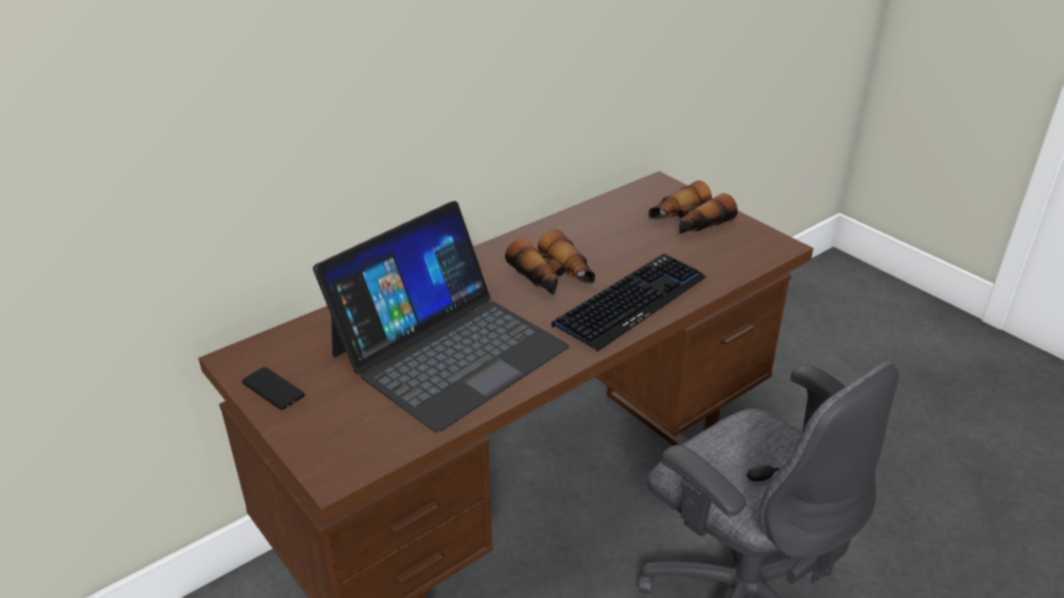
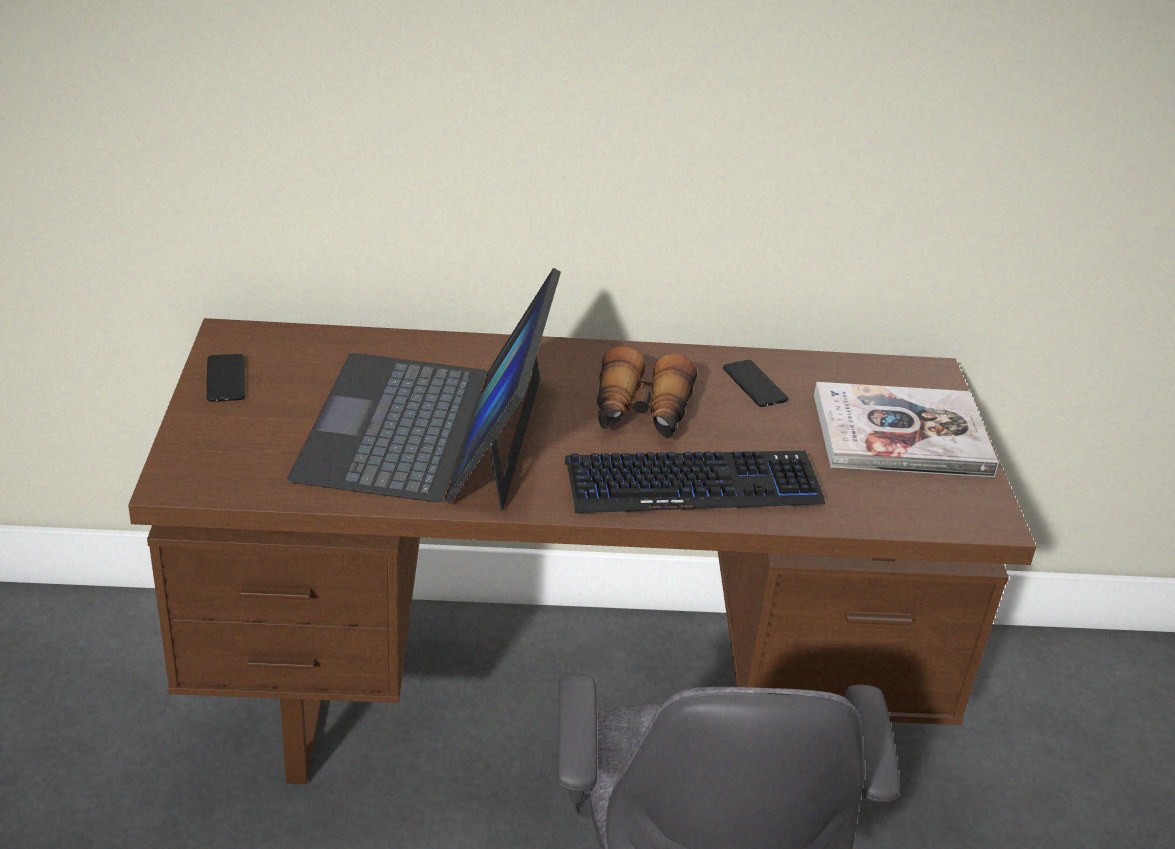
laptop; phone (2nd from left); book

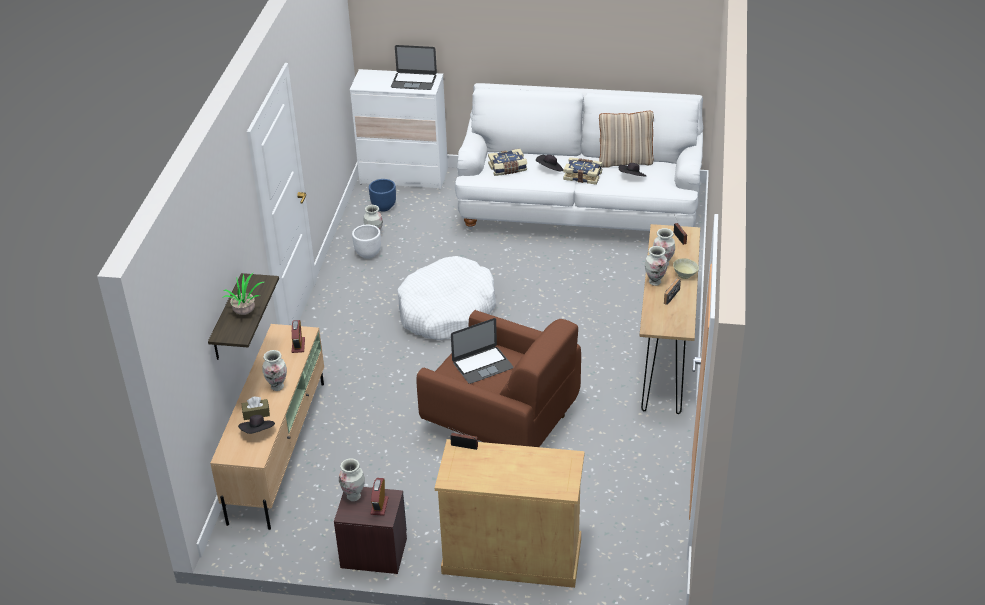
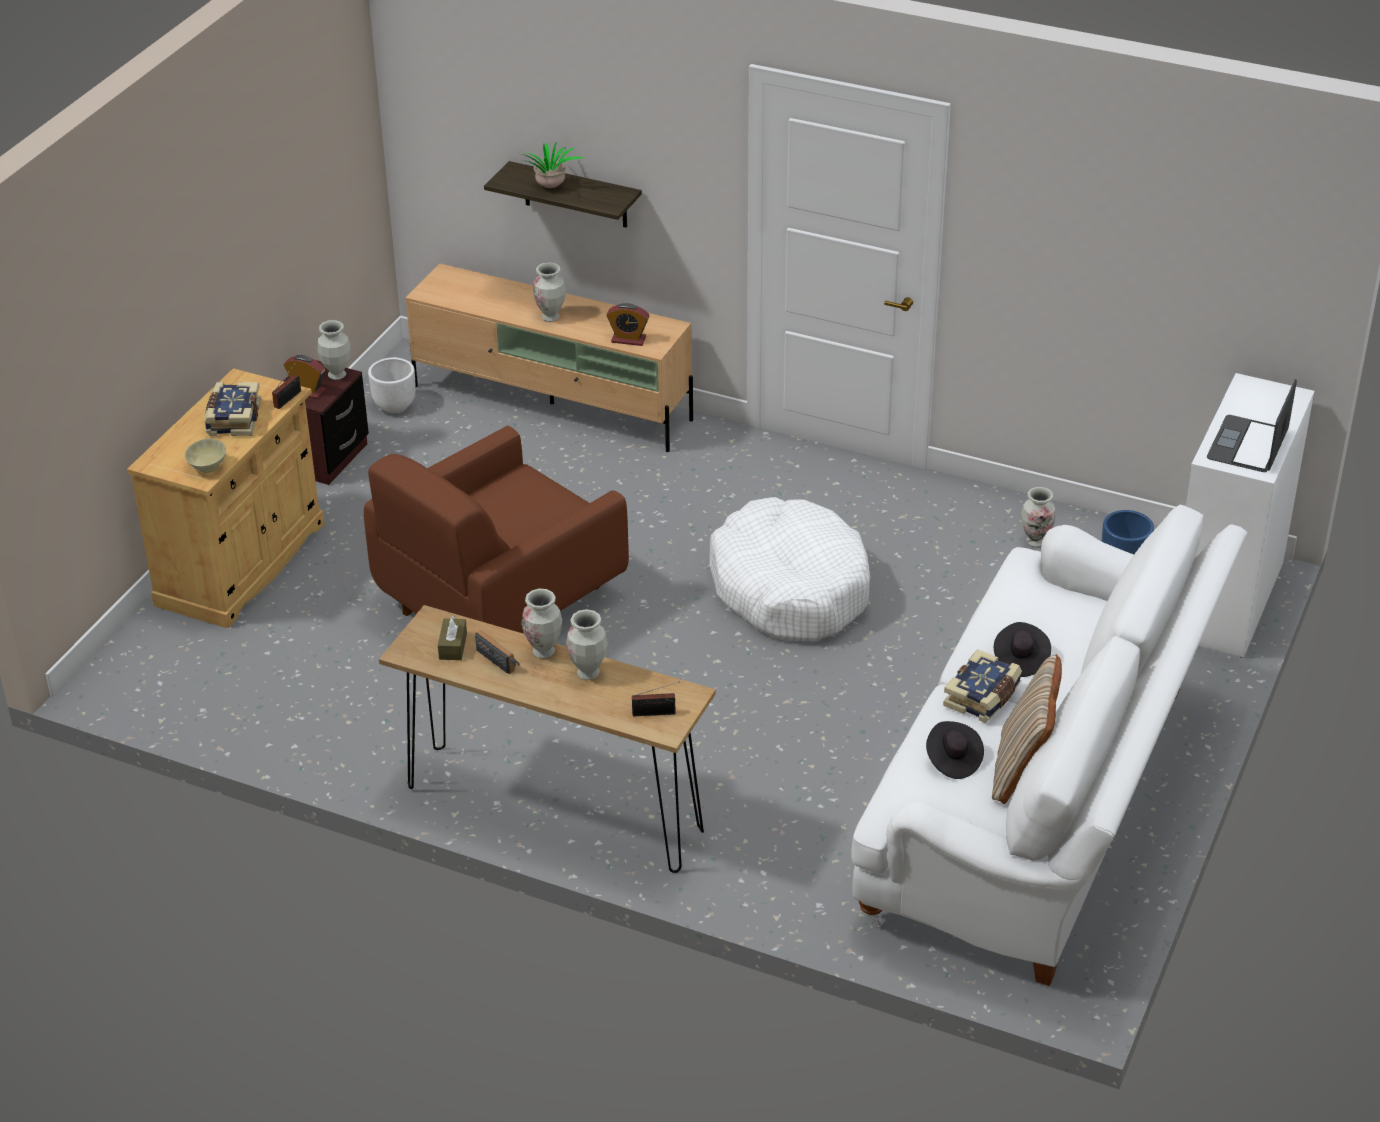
beige bowl; book (1st from left); white planter; brown tissue box; black hat (1st from left in the first image); laptop (2nd from left in the first image)

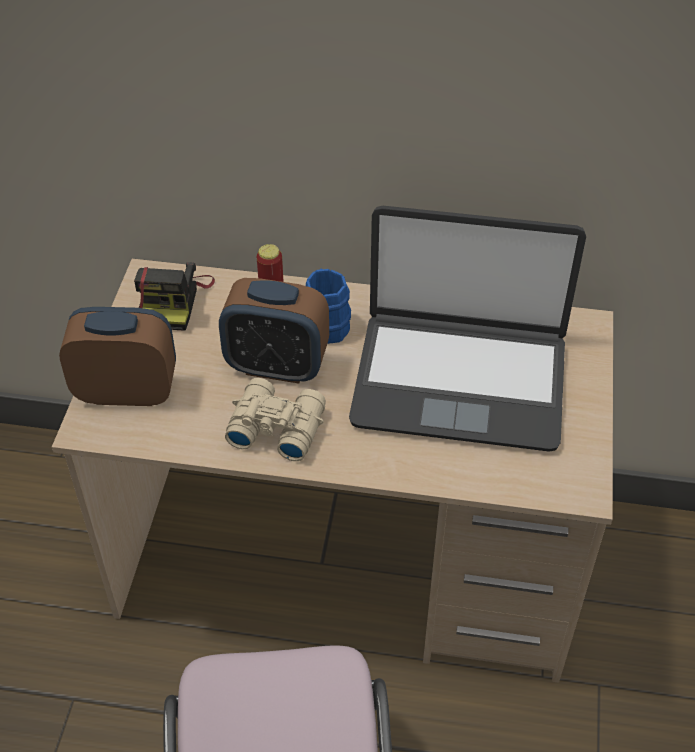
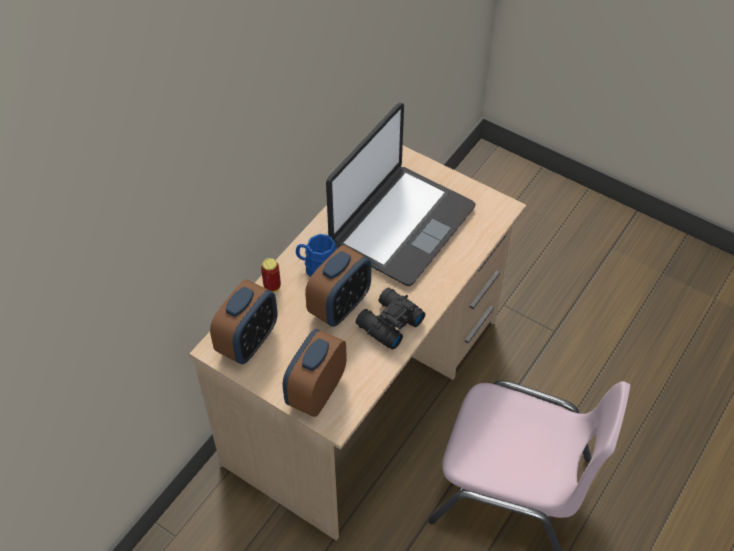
alarm clock (1st from left); black binoculars

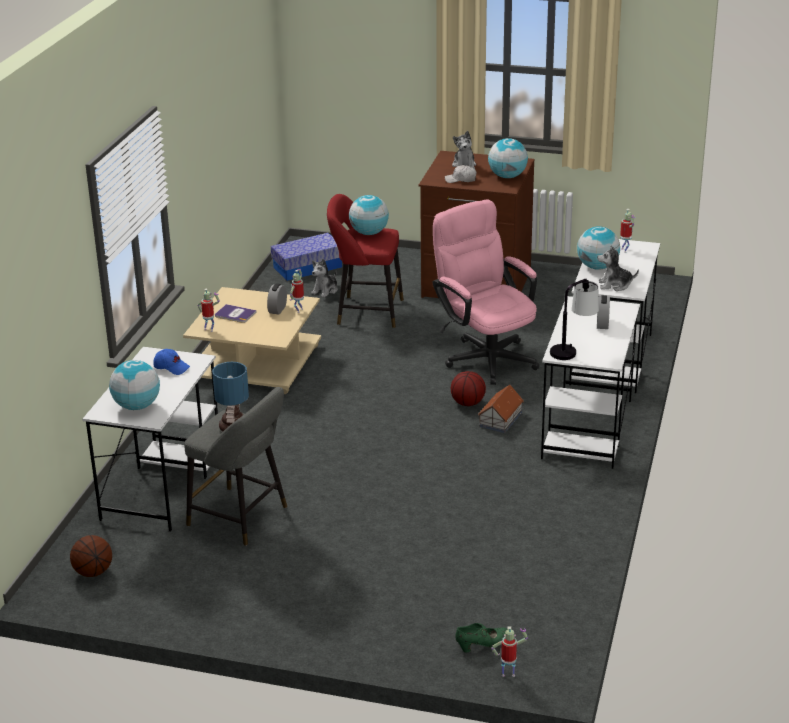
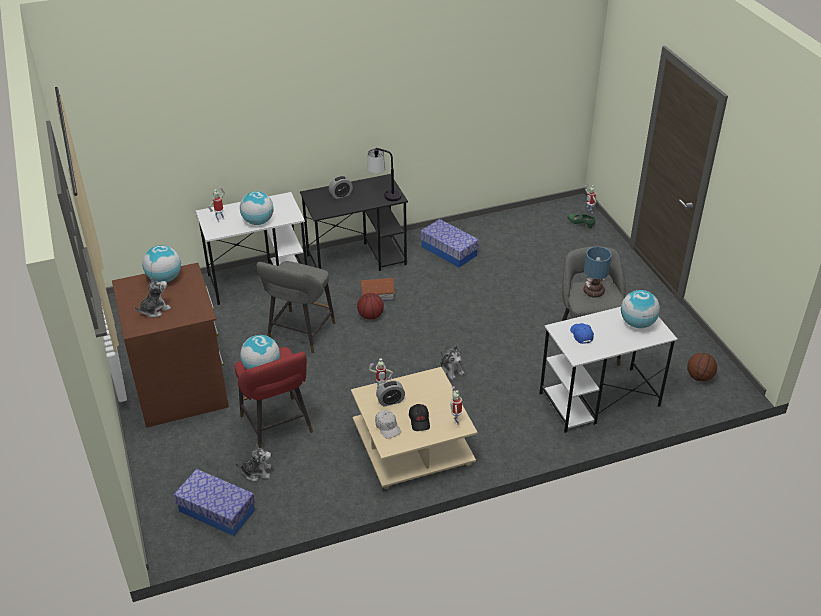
grey stool (1st from left); black desk; white cap; black cap; storage box (2nd from left); plush toy (3rd from left)

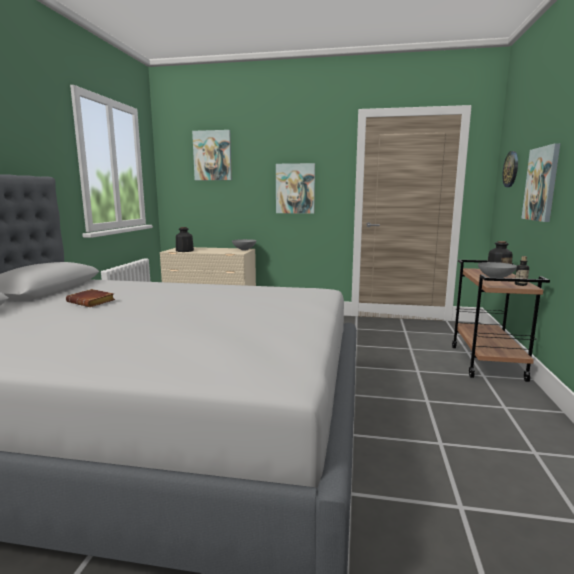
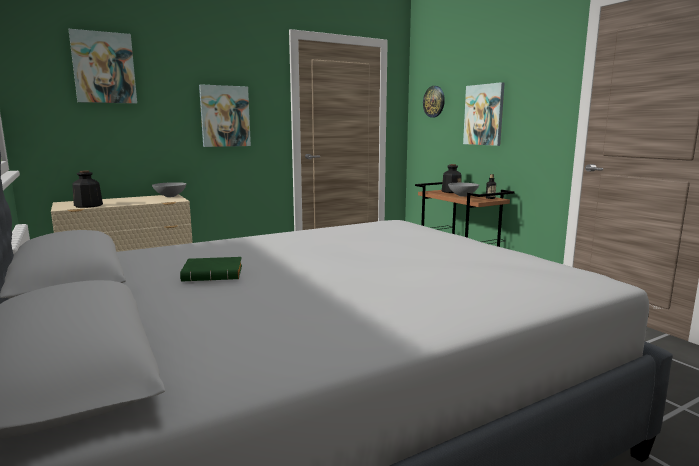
green book

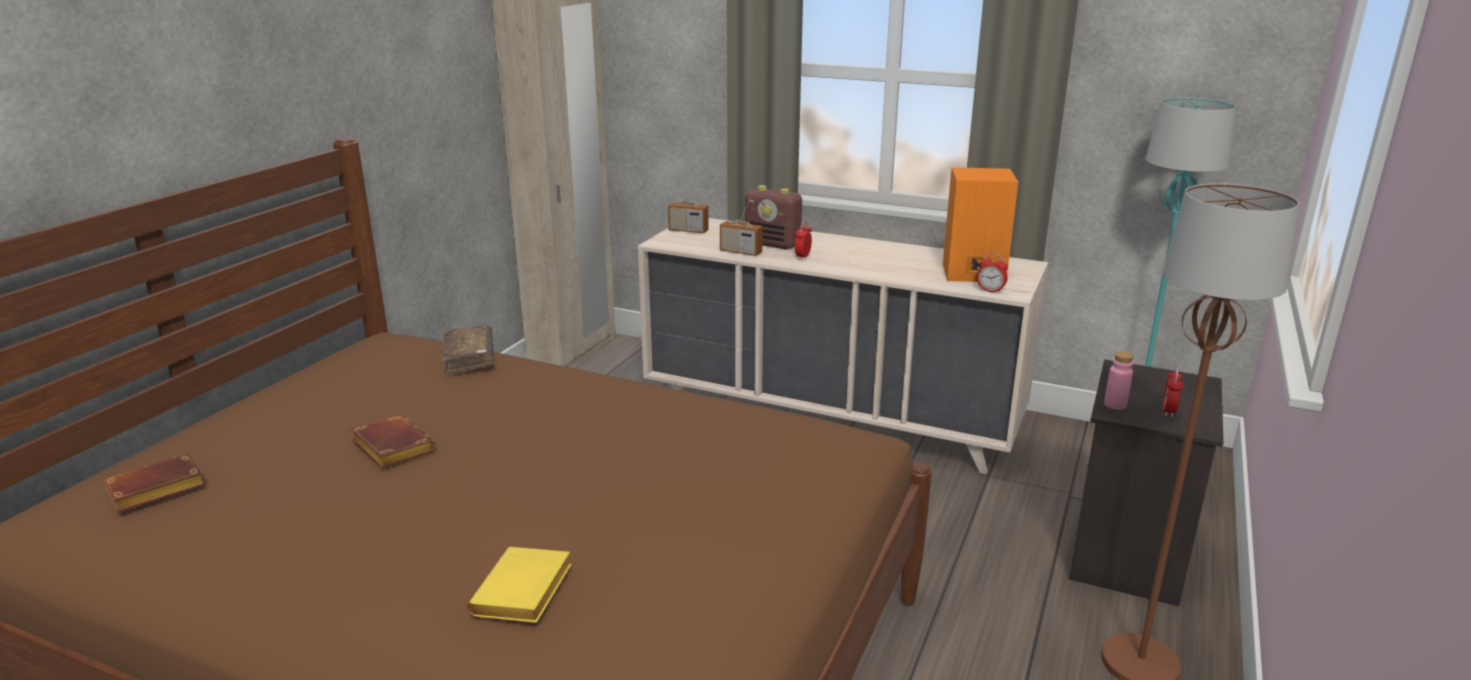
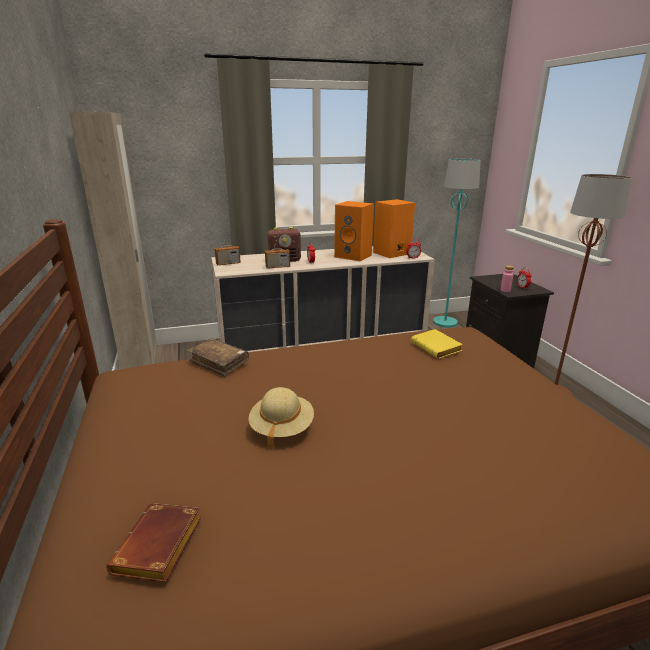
beige hat; orange speaker (1st from left); yellow book

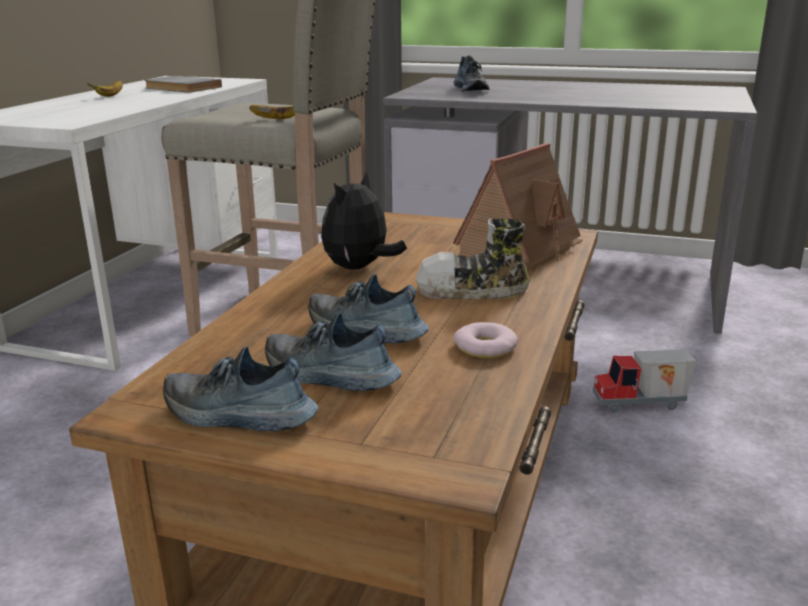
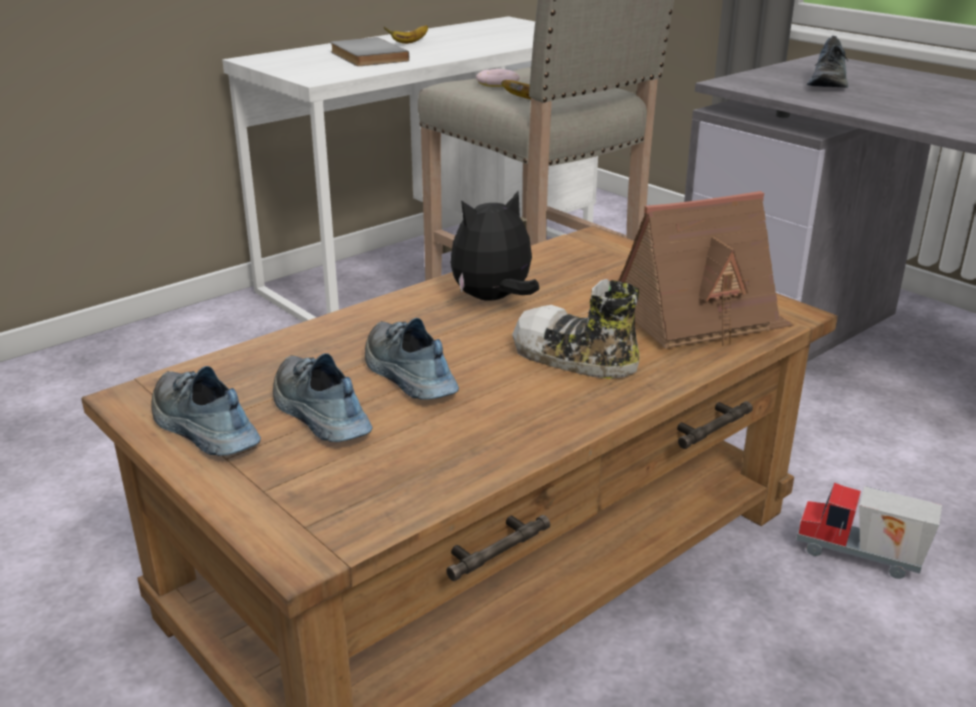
grey book; donut

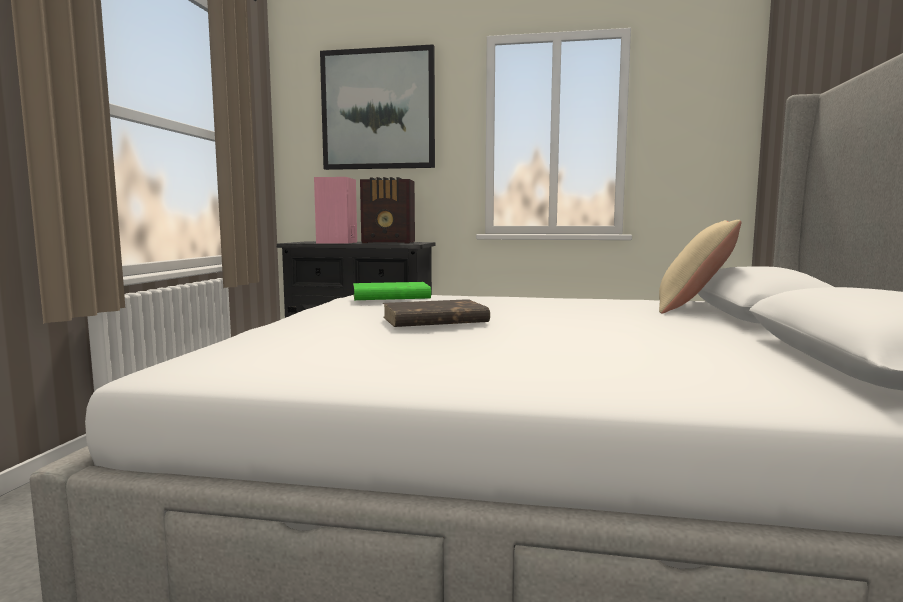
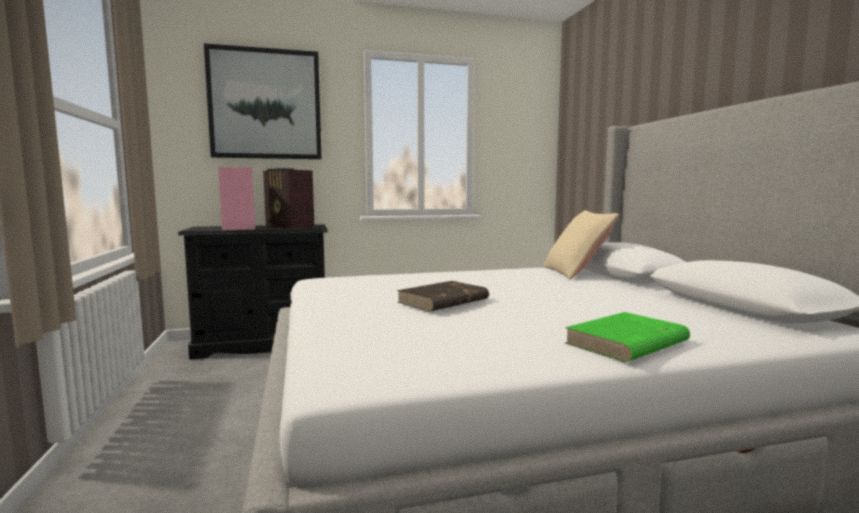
radio; green book

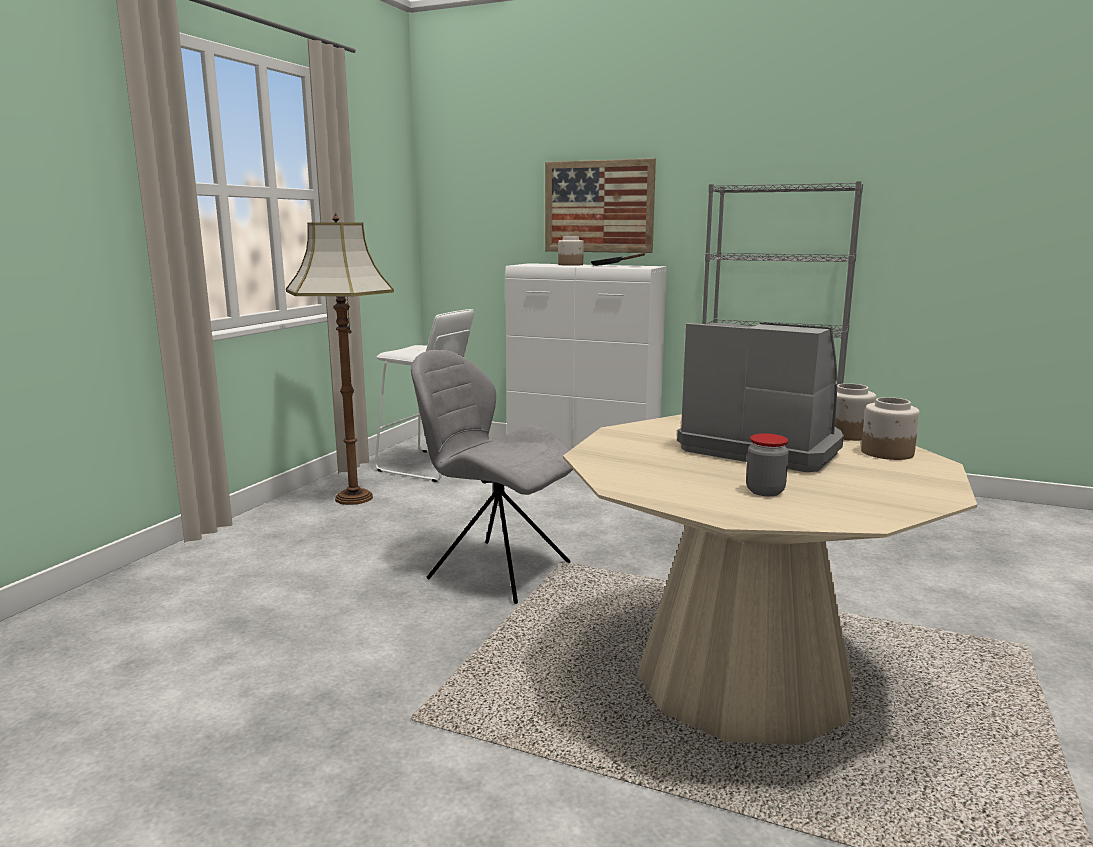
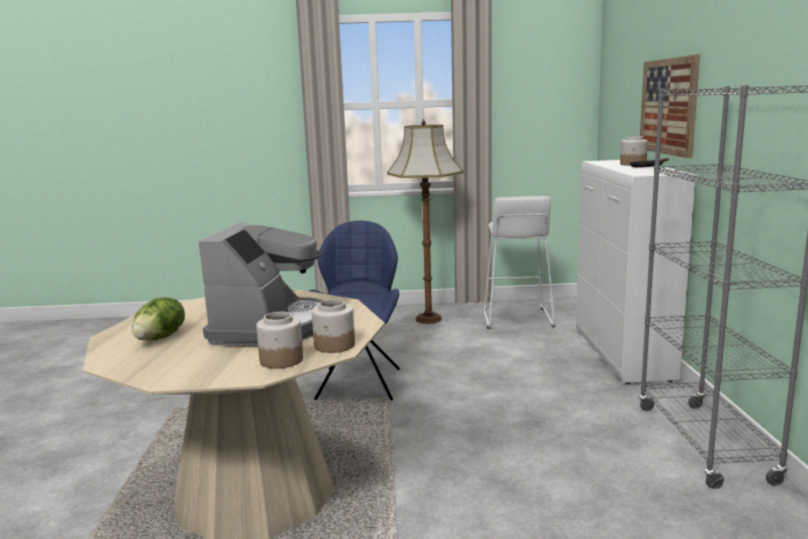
lettuce; blue chair

